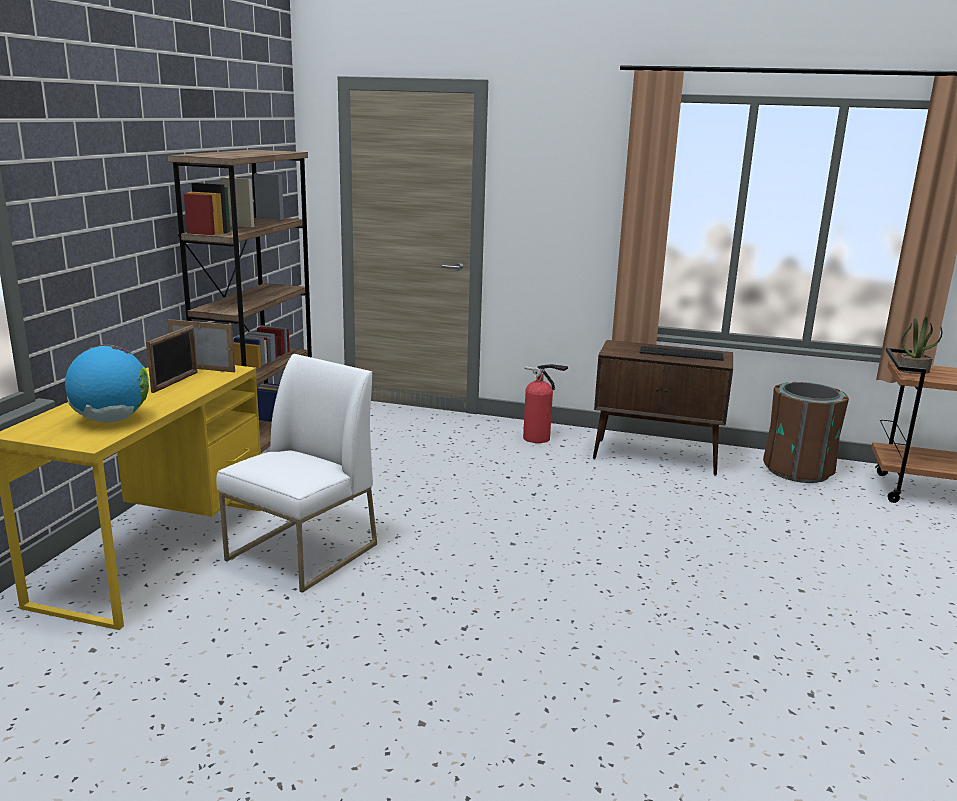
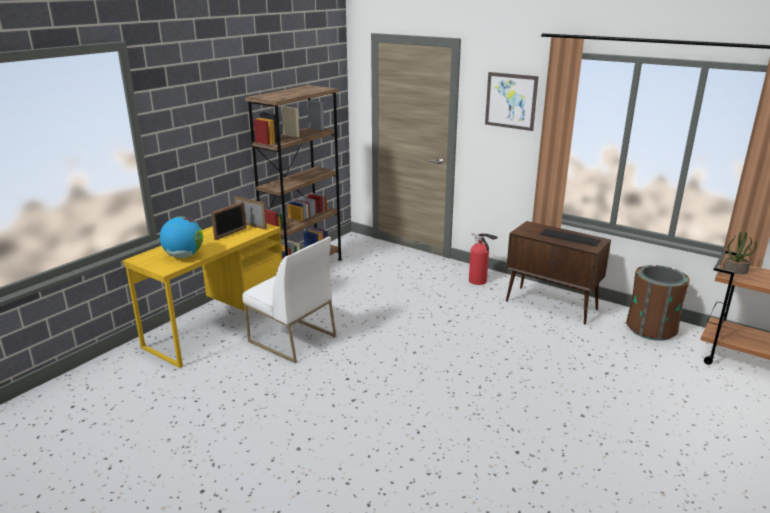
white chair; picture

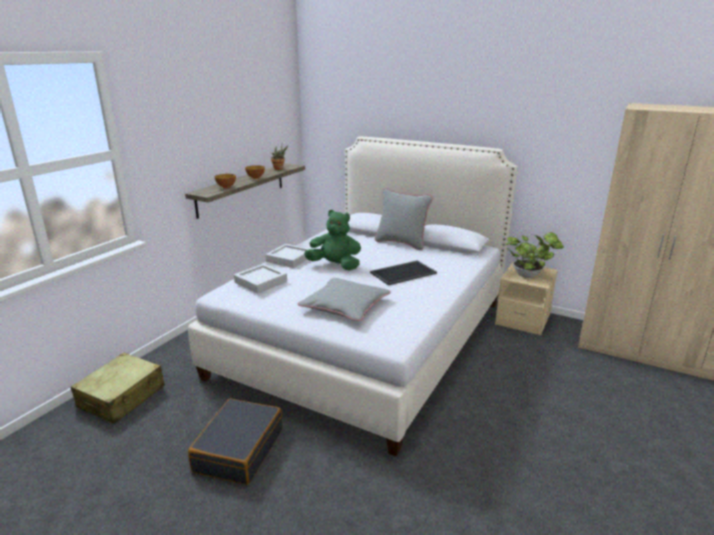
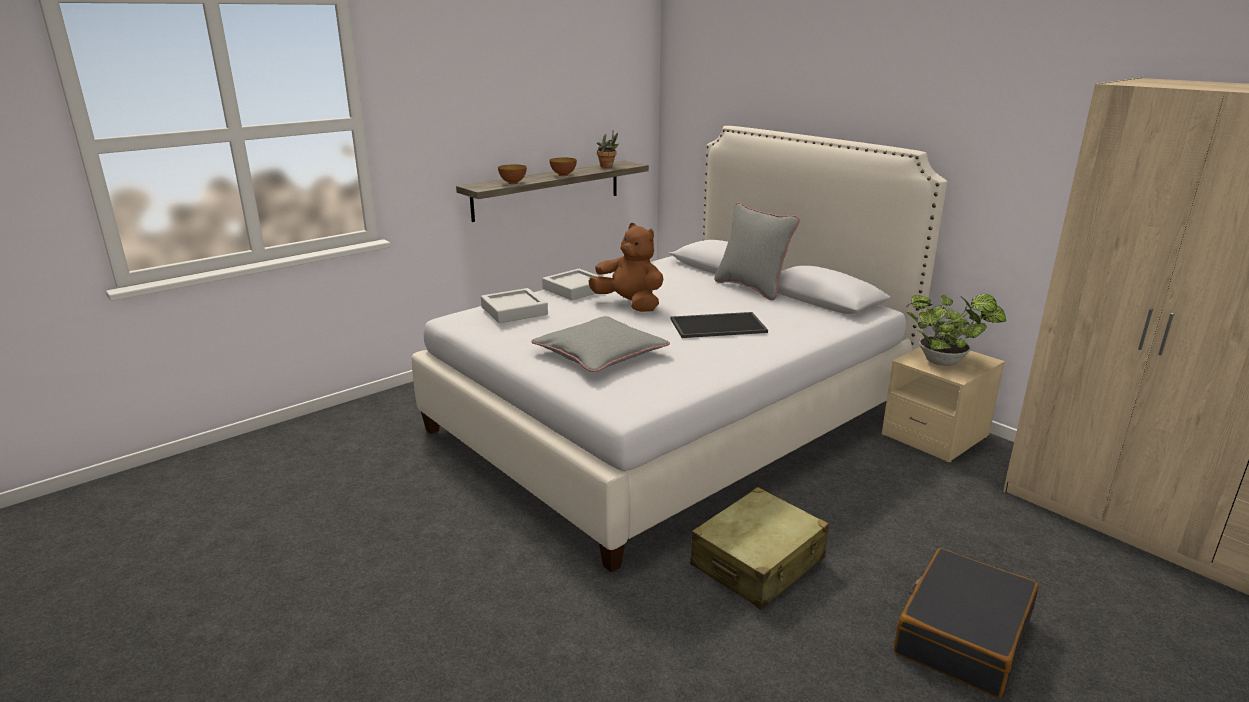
brown plush toy; beige suitcase; black suitcase

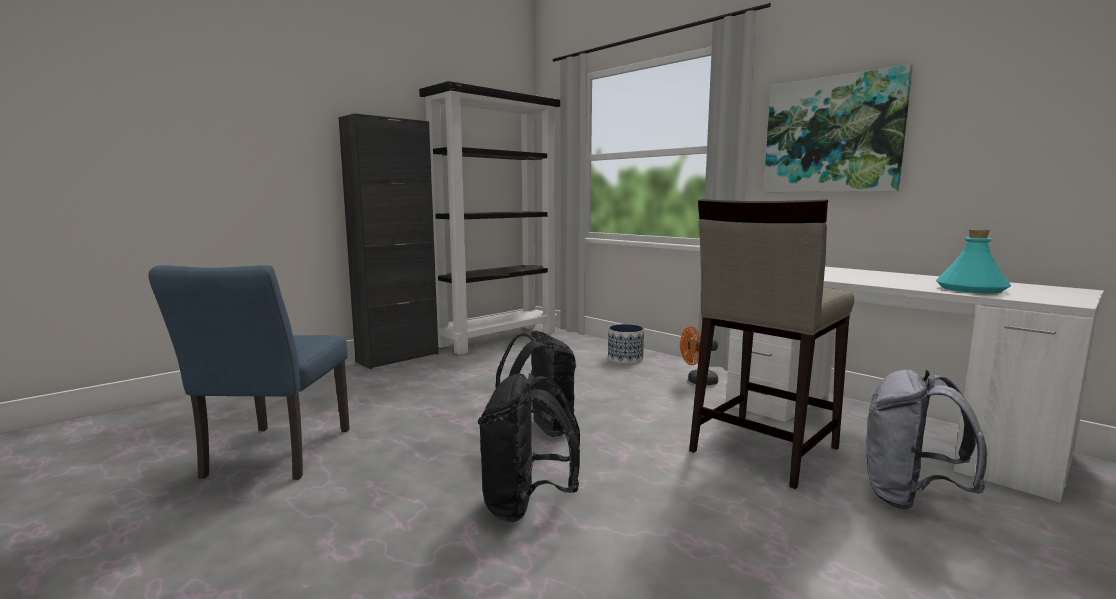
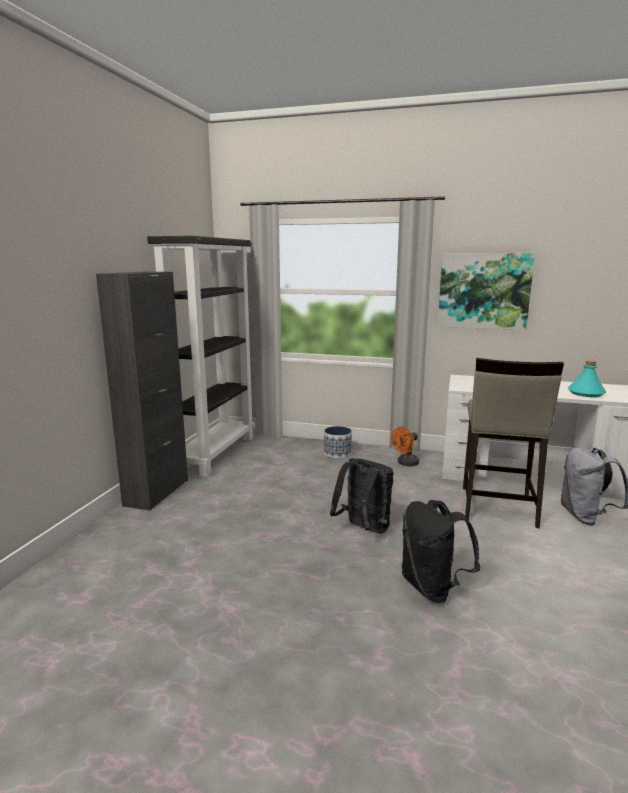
blue chair

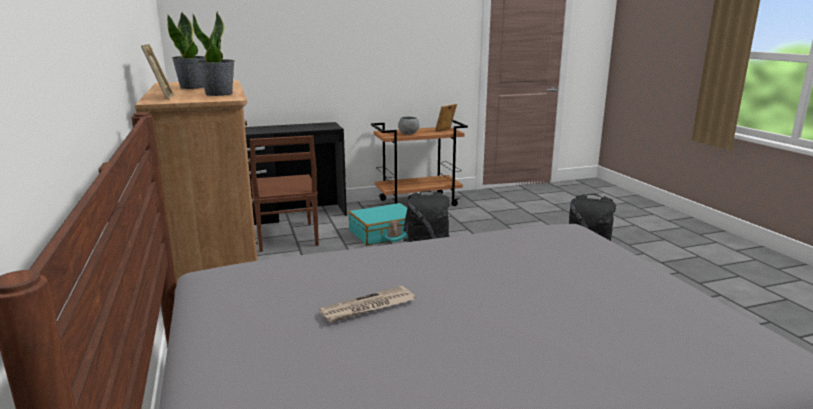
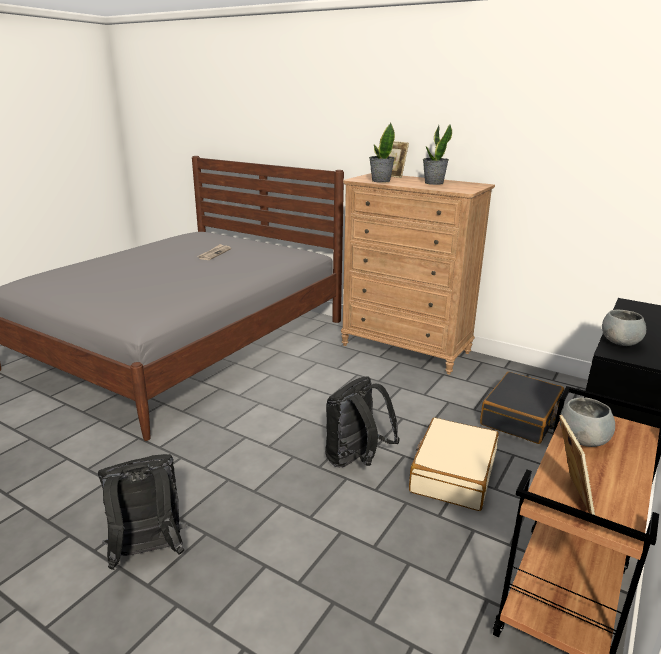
beige suitcase; black suitcase; grey bowl (2nd from left)

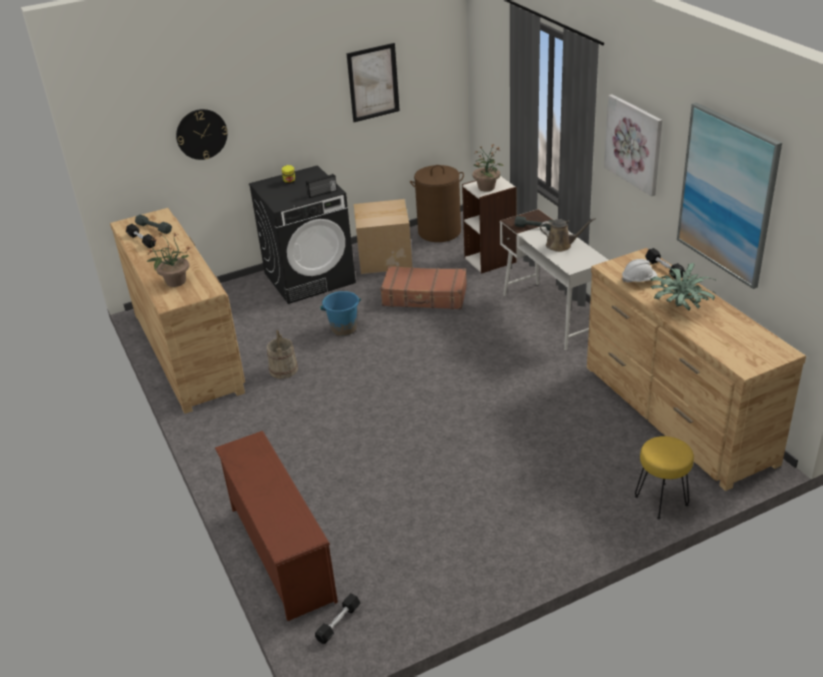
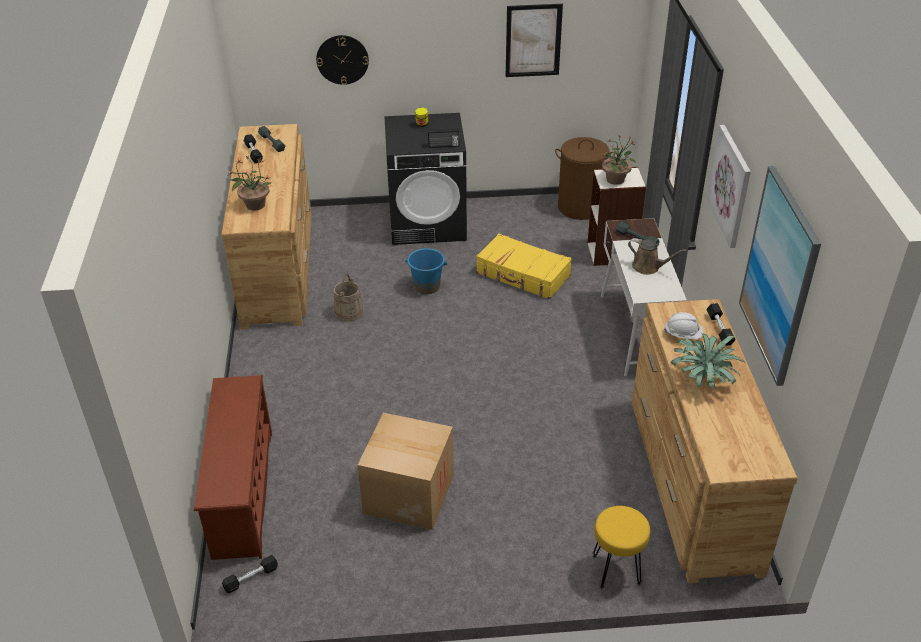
cardboard box; yellow suitcase

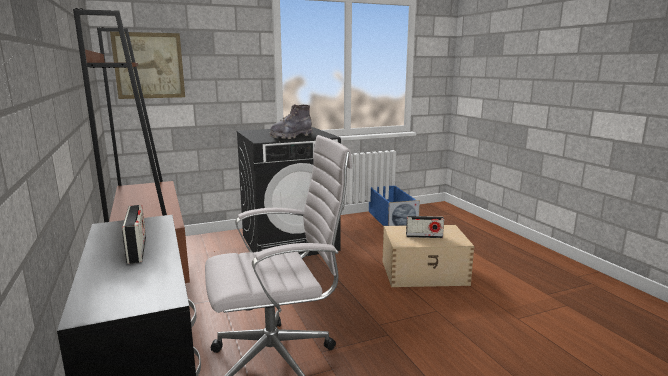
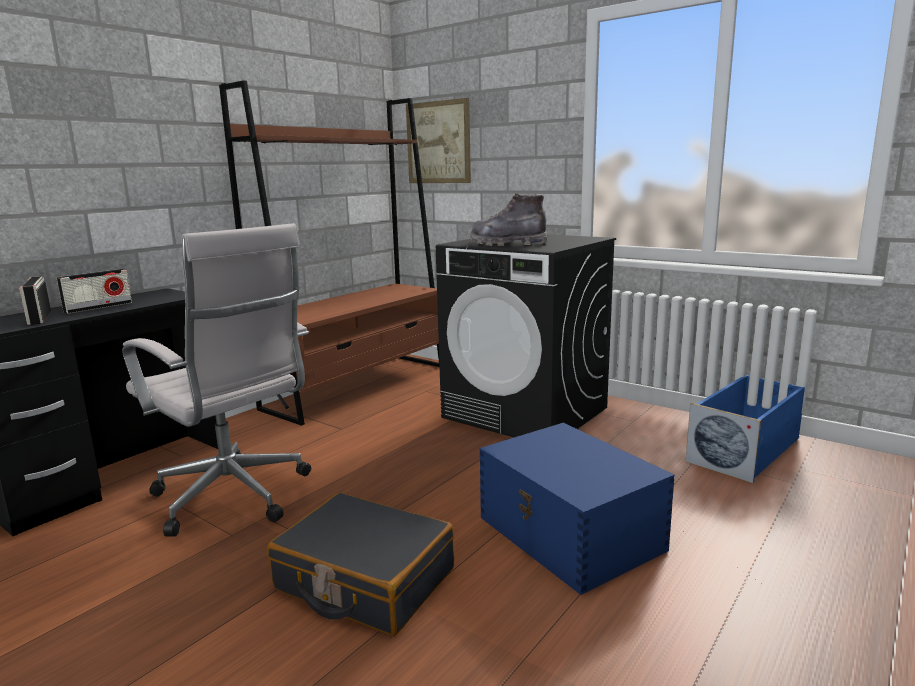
radio (1st from left); black suitcase; blue storage box (1st from left)

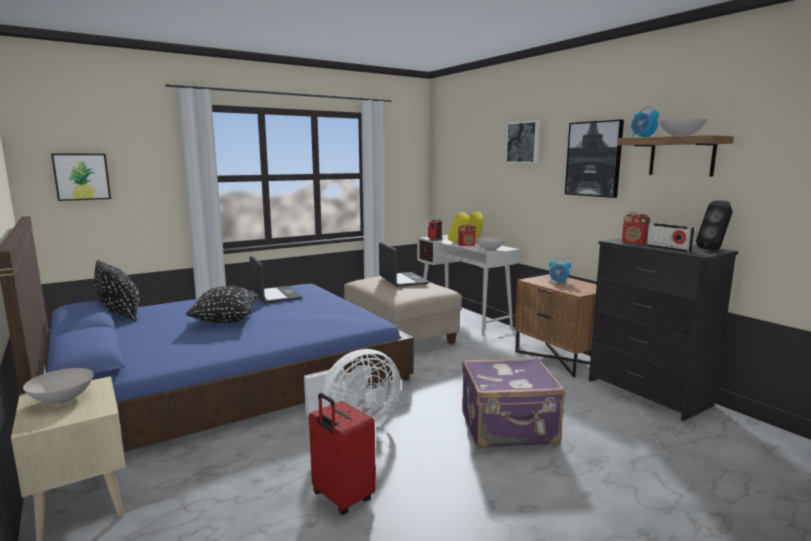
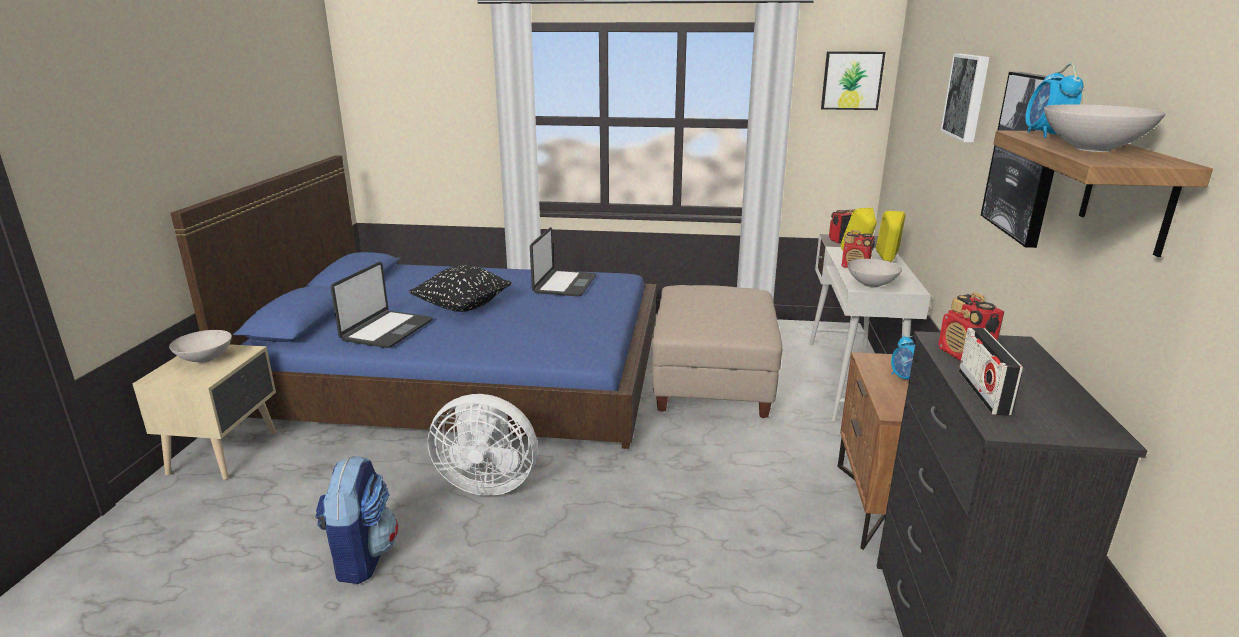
backpack; laptop (1st from left); picture (1st from left); black pillow (1st from left in the first image); purple suitcase; black speaker

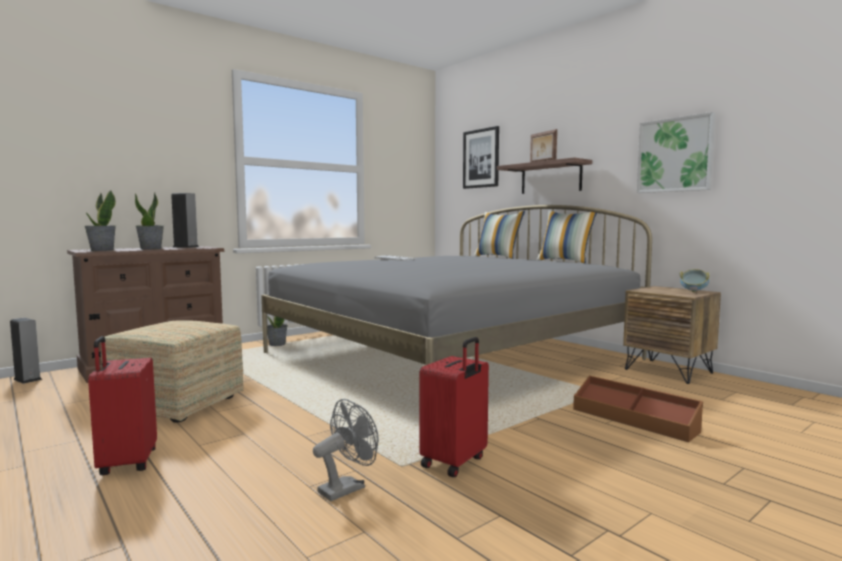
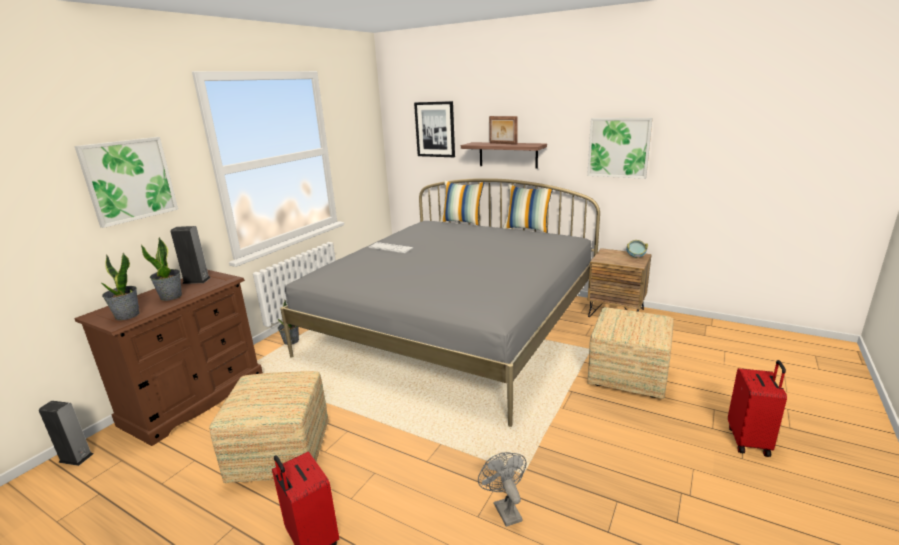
picture (1st from left); grey fan; ottoman (2nd from left); red suitcase (2nd from left)

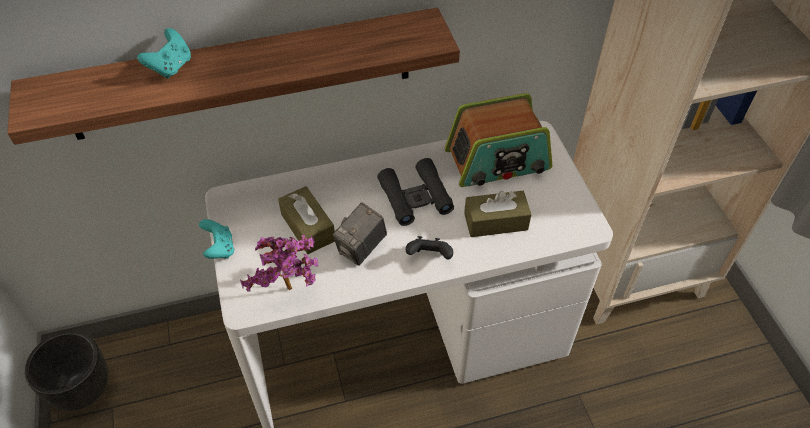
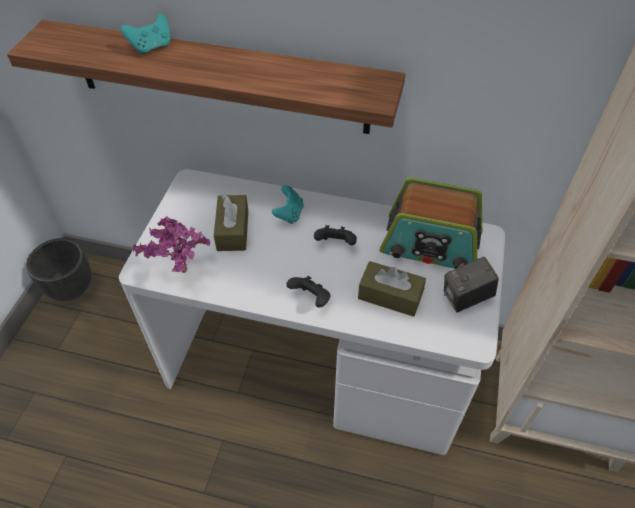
turquoise game controller (2nd from left); black game controller (2nd from left); photo camera

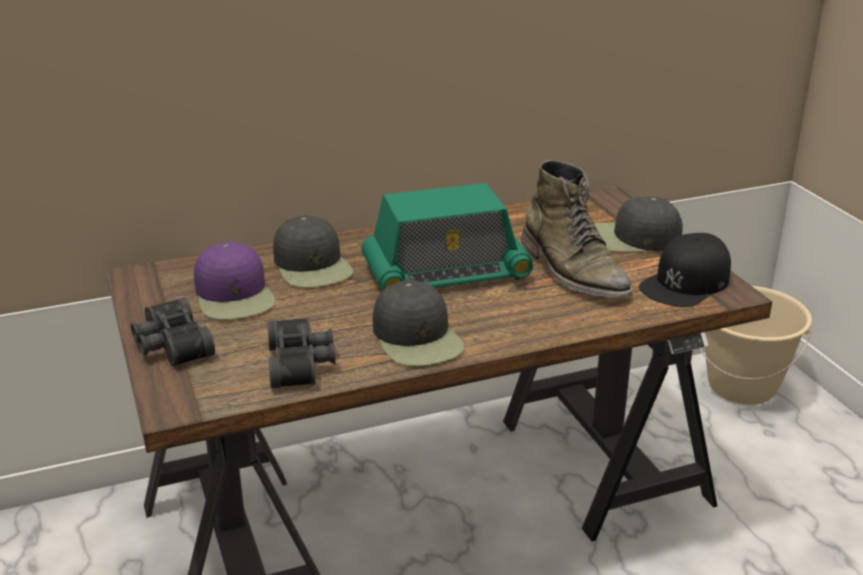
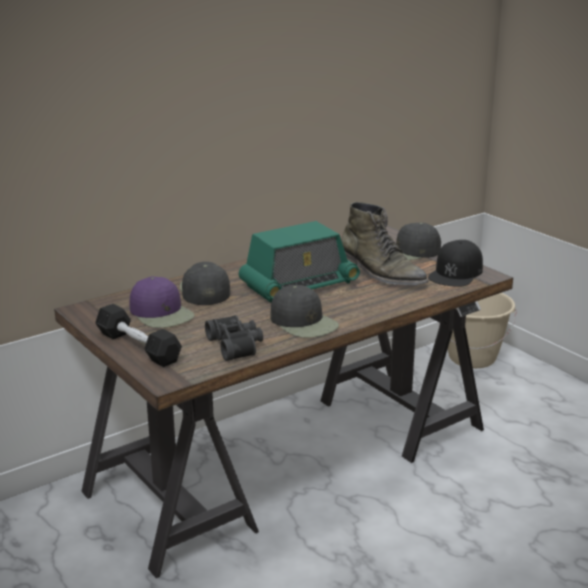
black dumbbell; black cap (1st from left)

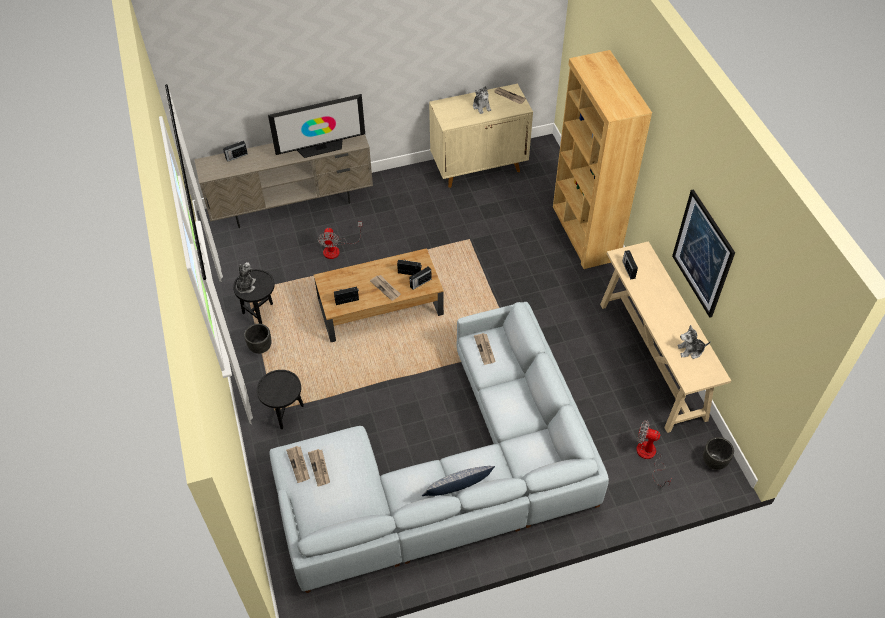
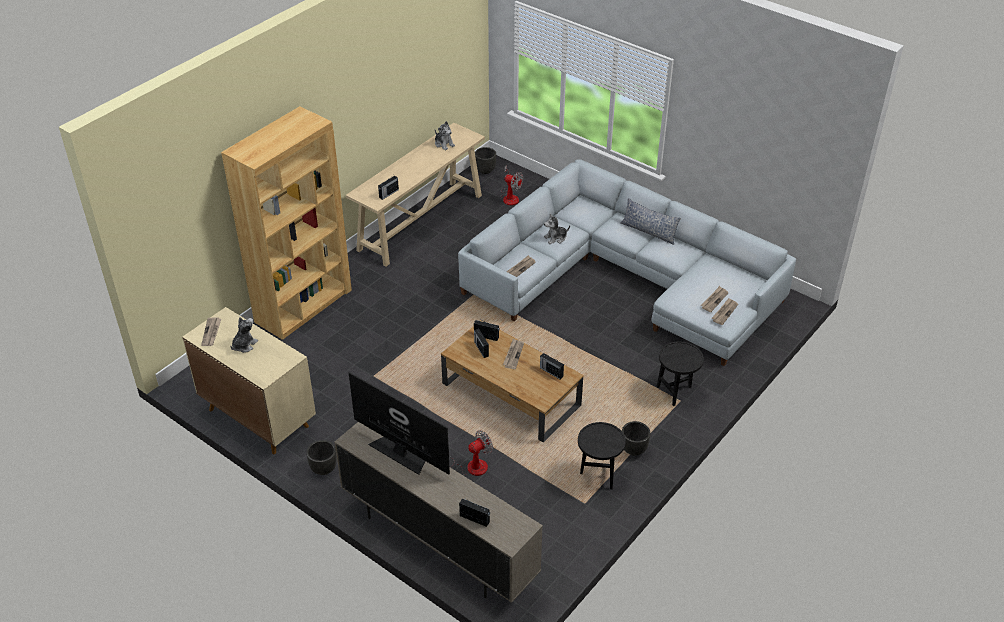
black planter (1st from left); fan (2nd from left); plush toy (3rd from left); picture

